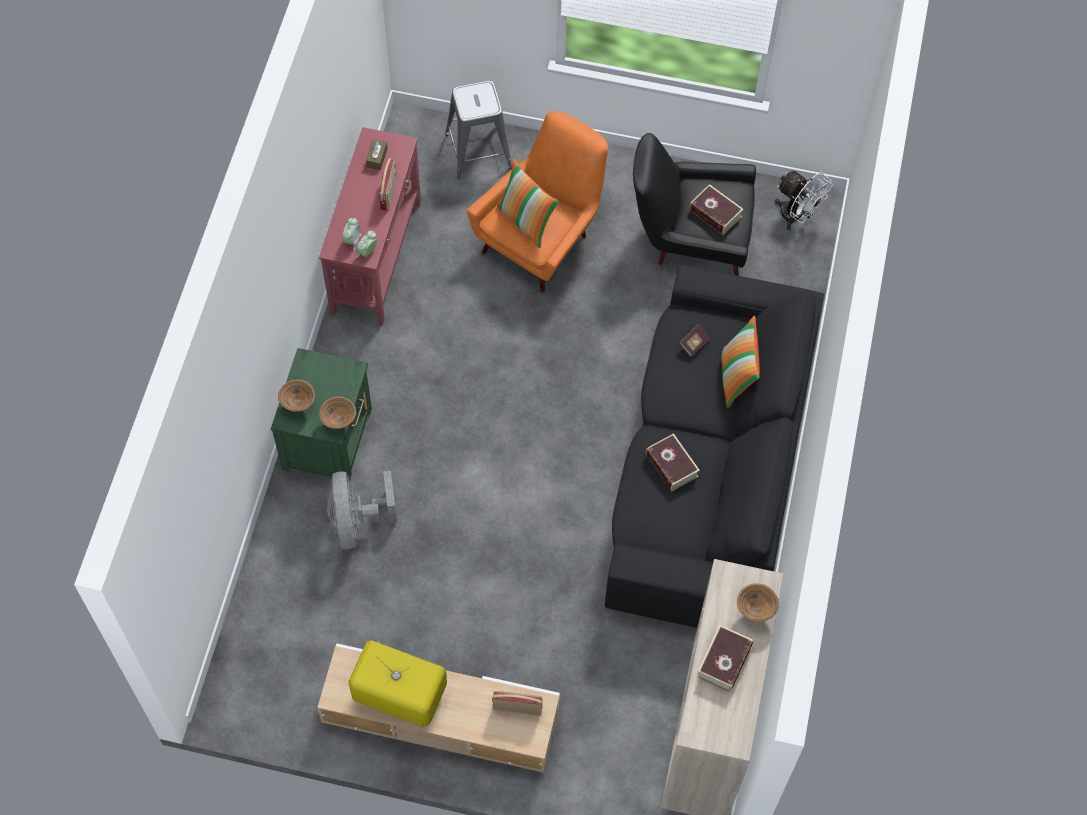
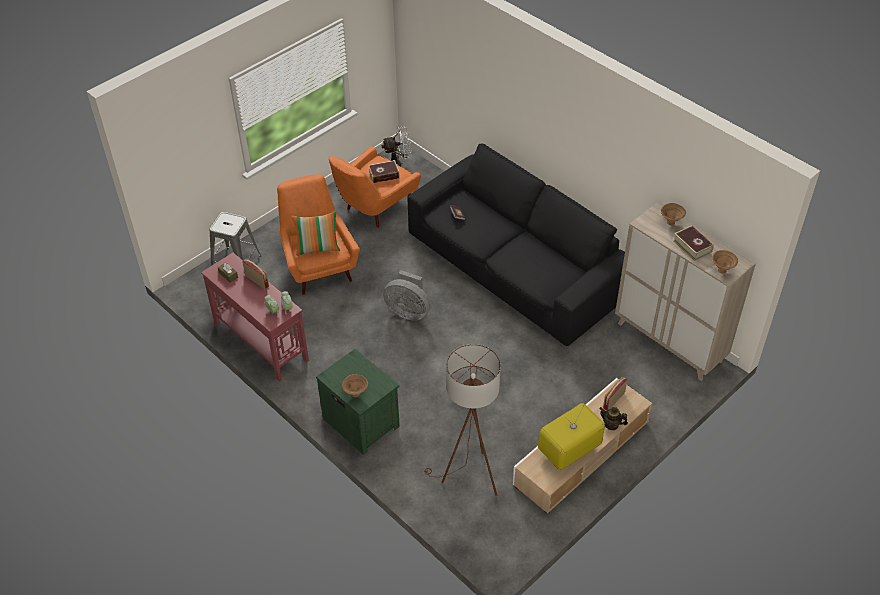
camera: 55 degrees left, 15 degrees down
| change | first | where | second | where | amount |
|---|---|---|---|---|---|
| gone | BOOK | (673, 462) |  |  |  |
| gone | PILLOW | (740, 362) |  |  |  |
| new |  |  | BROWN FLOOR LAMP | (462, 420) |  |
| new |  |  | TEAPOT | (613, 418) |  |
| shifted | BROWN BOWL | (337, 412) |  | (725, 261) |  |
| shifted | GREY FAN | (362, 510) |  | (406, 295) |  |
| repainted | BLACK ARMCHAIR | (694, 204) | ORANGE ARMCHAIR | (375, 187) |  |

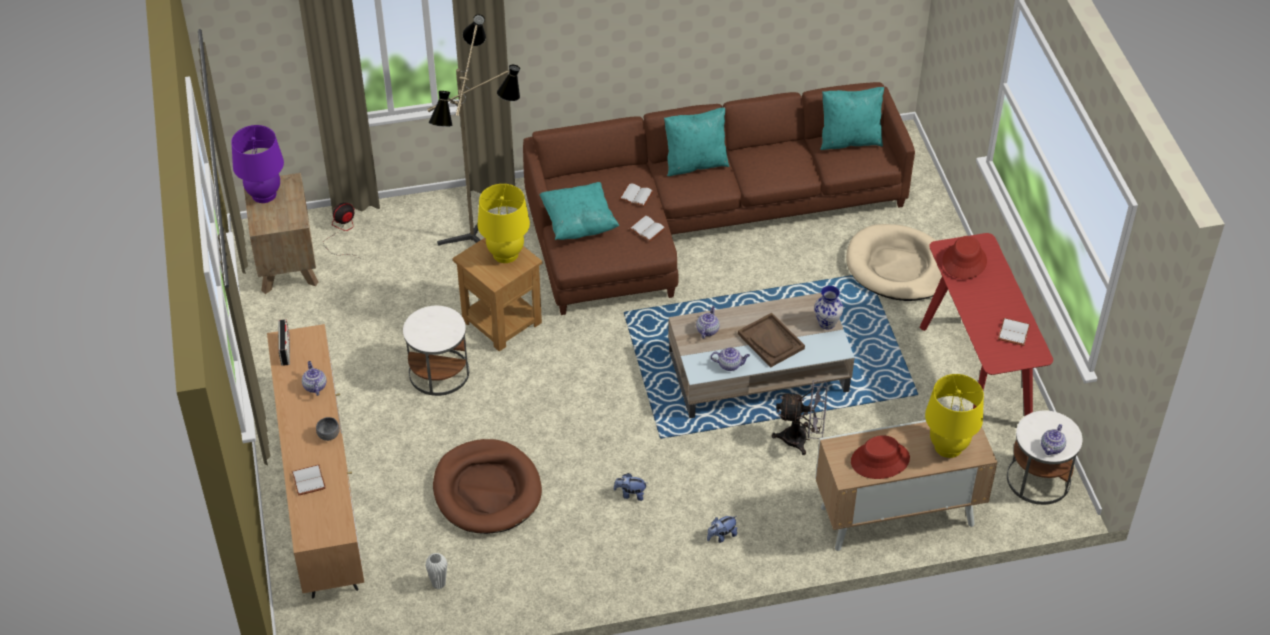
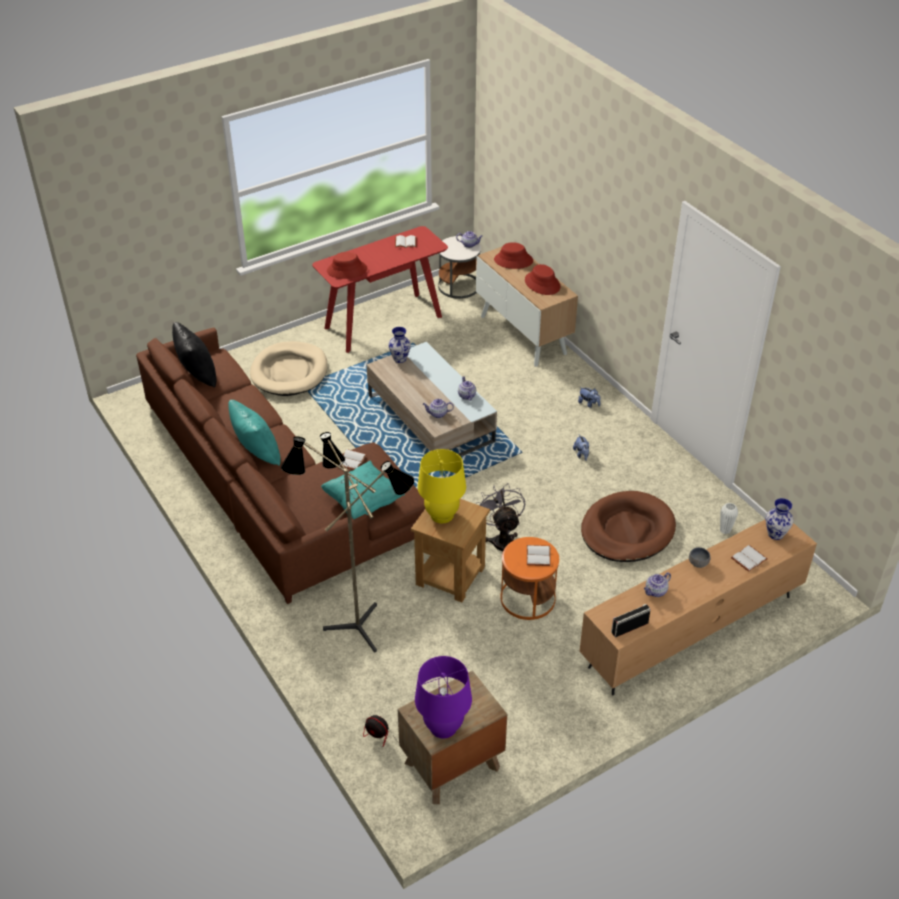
camera: 110 degrees left, 5 degrees down
| change | first | where | second | where | amount |
|---|---|---|---|---|---|
| gone | BROWN TRAY | (771, 340) |  |  |  |
| new |  |  | VASE | (780, 519) |  |
| shifted | WHITE BOOK | (636, 195) |  | (539, 555) |  |
| shifted | GREY FAN | (799, 417) |  | (500, 517) |  |
| swapped | YELLOW TABLE LAMP | (954, 416) | RED HAT | (513, 255) |  |
| repainted | WHITE SIDE TABLE | (436, 351) | ORANGE SIDE TABLE | (530, 578) |  |
| repainted | TURQUOISE PILLOW | (852, 118) | BLACK PILLOW | (194, 355) |  |

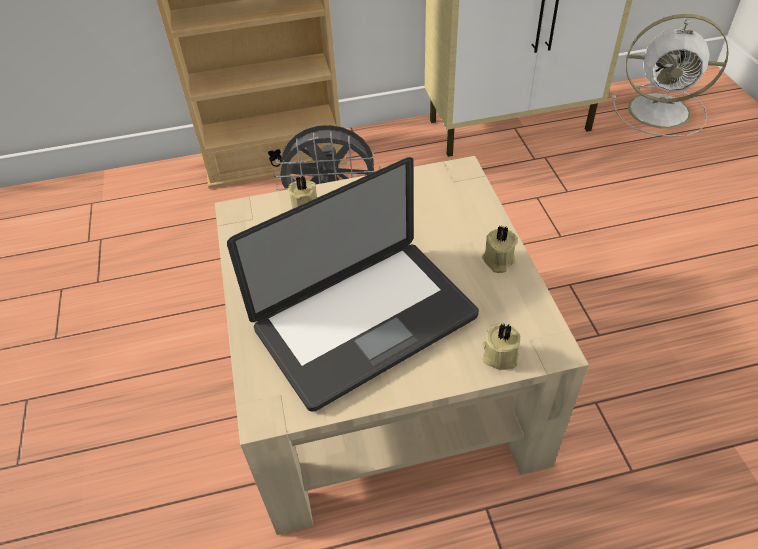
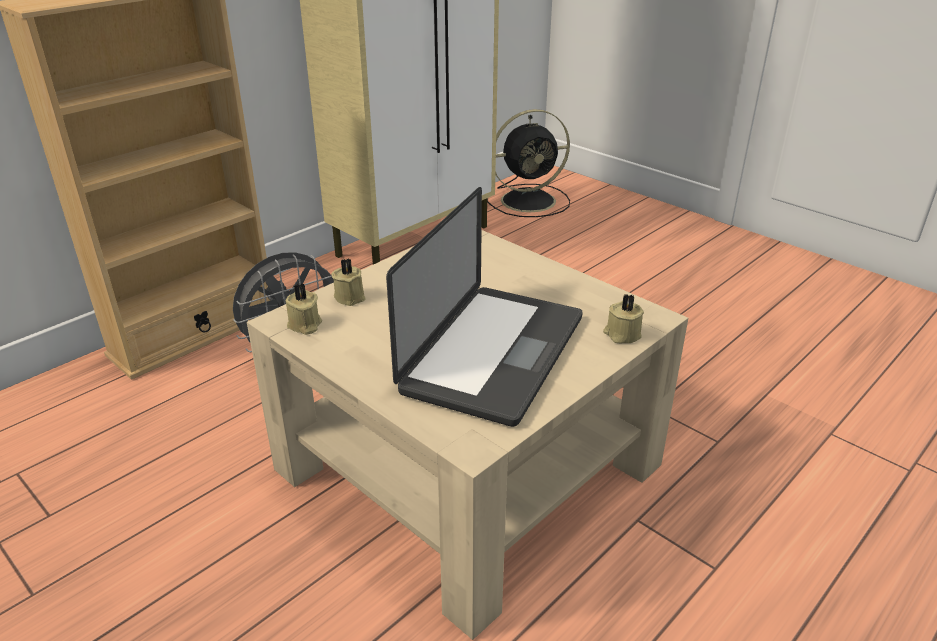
camera: 35 degrees left, 15 degrees down
| change | first | where | second | where | amount |
|---|---|---|---|---|---|
| shifted | BEIGE CANDLE | (500, 249) |  | (304, 309) |  |
| repainted | WHITE FAN | (670, 75) | BLACK FAN | (528, 163) |  |

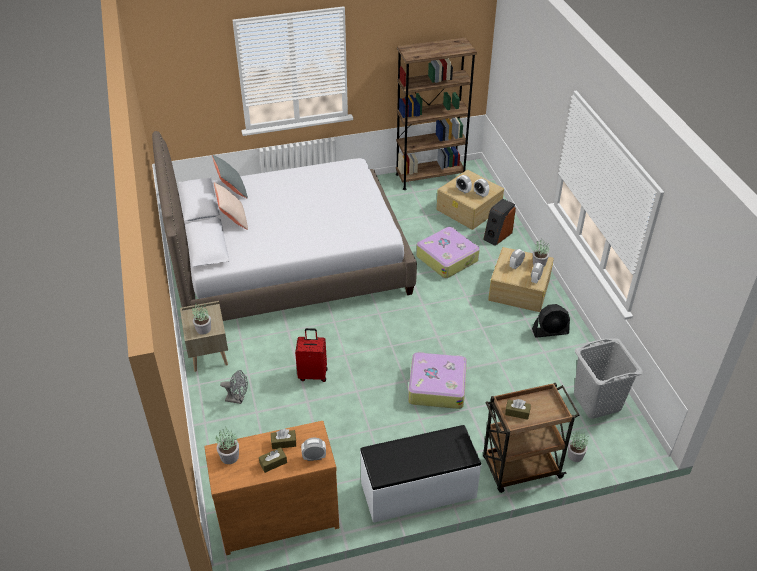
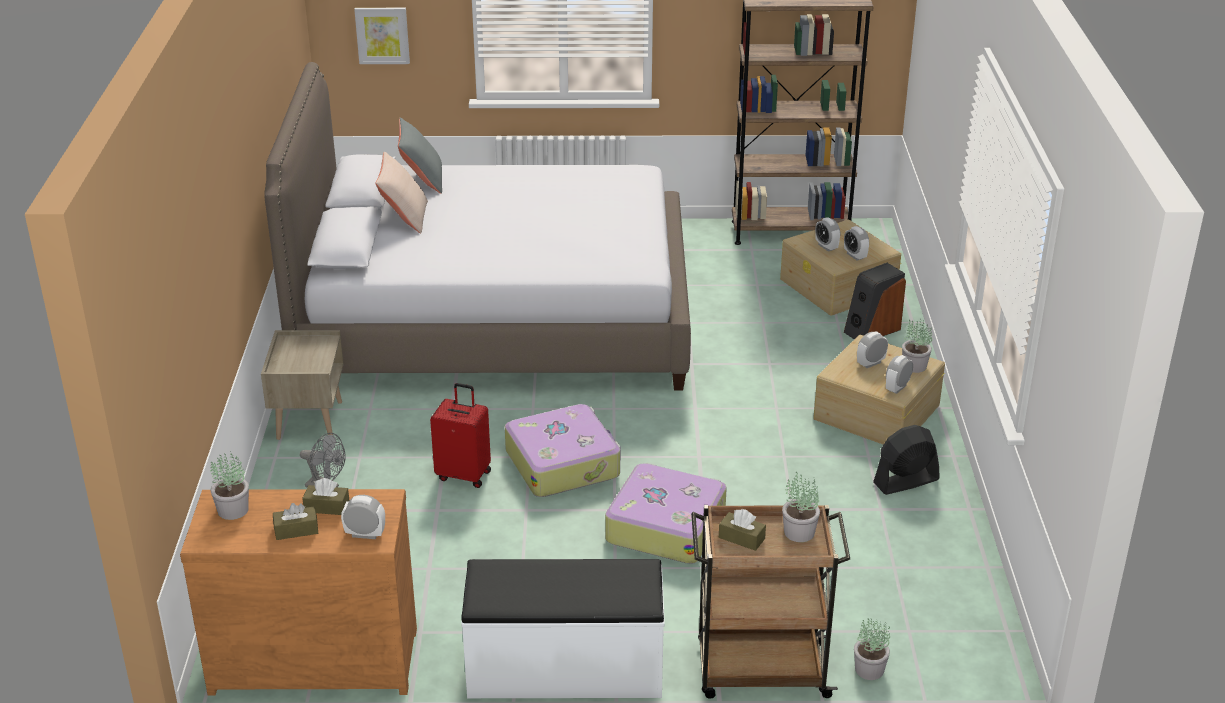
camera: 15 degrees right, 10 degrees down
| change | first | where | second | where | amount |
|---|---|---|---|---|---|
| gone | GREY LAUNDRY BASKET | (608, 378) |  |  |  |
| new |  |  | PICTURE | (382, 36) |  |
| shifted | POTTED PLANT | (201, 319) |  | (801, 506) |  |
| shifted | SUITCASE | (448, 252) |  | (563, 450) |  |
| rotated | BLACK FAN | (551, 321) |  | (906, 460) | 150 degrees clockwise |

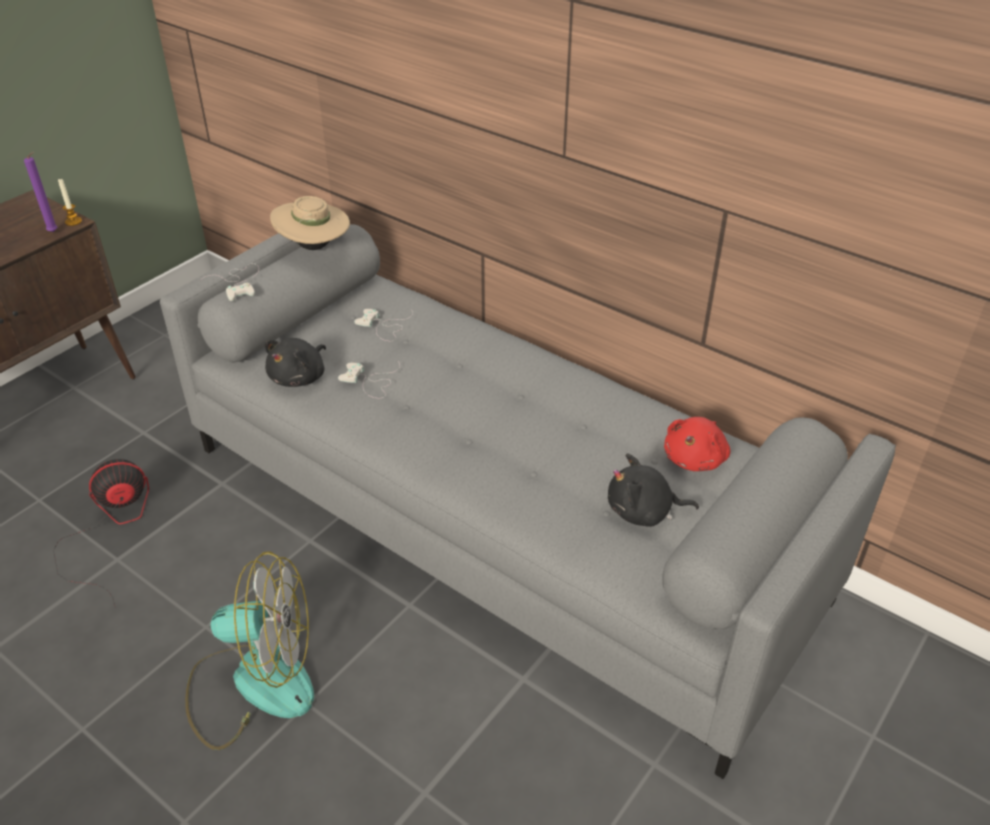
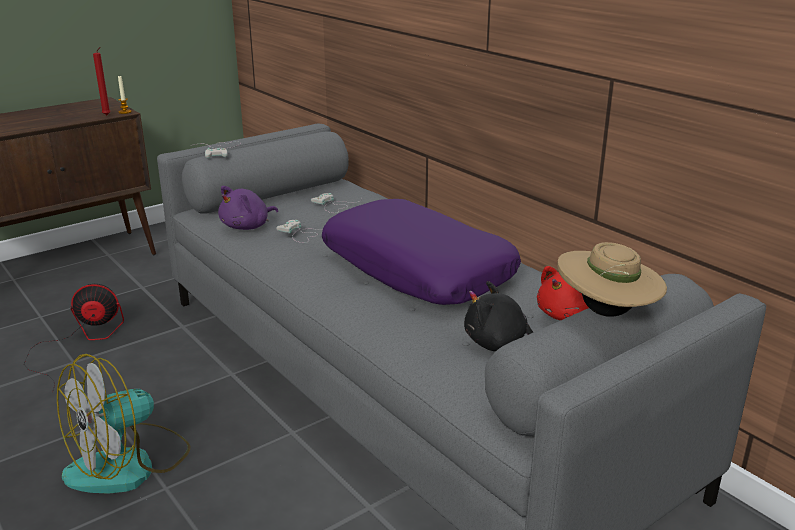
camera: 15 degrees right, 15 degrees down
| change | first | where | second | where | amount |
|---|---|---|---|---|---|
| new |  |  | PURPLE PILLOW | (421, 252) |  |
| shifted | BEIGE HAT | (310, 223) |  | (612, 279) |  |
| repainted | PURPLE CANDLE | (41, 192) | RED CANDLE | (102, 81) |  |
| repainted | BLACK PLUSH TOY | (295, 362) | PURPLE PLUSH TOY | (248, 208) |  |
| rotated | FAN | (249, 650) |  | (123, 424) | 120 degrees clockwise |

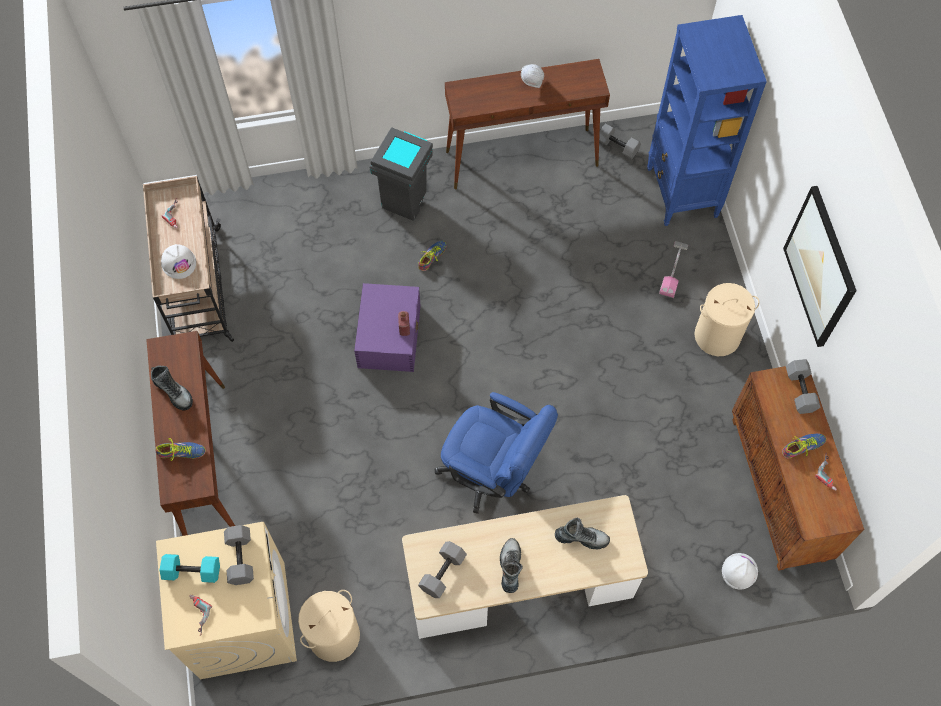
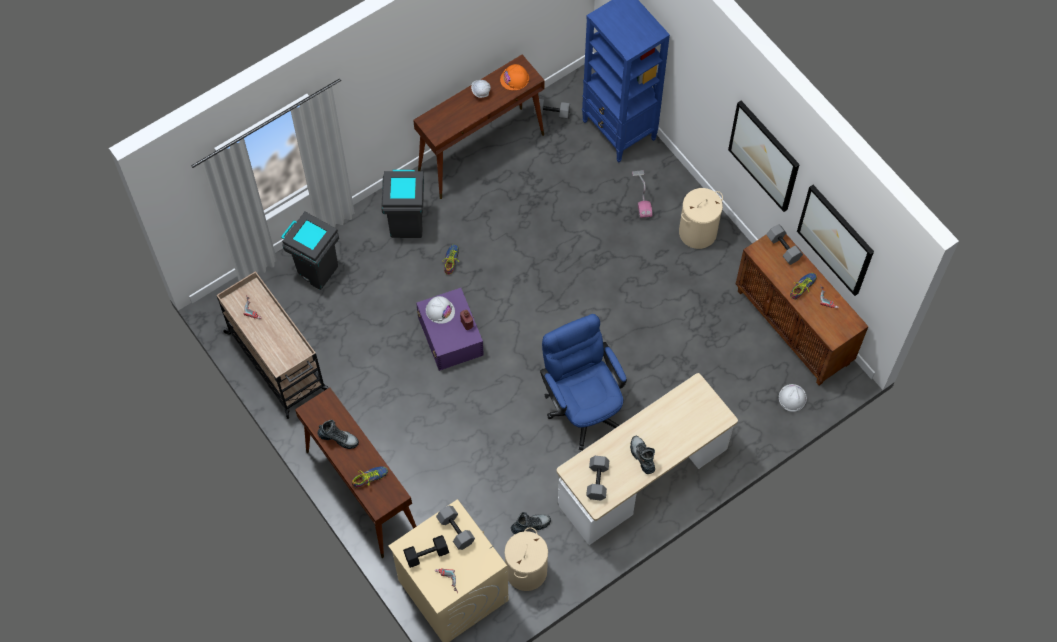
camera: 25 degrees left, 0 degrees up
| change | first | where | second | where | amount |
|---|---|---|---|---|---|
| new |  |  | GREY TRASH CAN | (310, 251) |  |
| new |  |  | ORANGE HARD HAT | (514, 77) |  |
| new |  |  | PICTURE | (835, 240) |  |
| shifted | WHITE HARD HAT | (178, 261) |  | (440, 310) |  |
| shifted | BOOT | (582, 533) |  | (531, 523) |  |
| repainted | TURQUOISE DUMBBELL | (190, 568) | BLACK DUMBBELL | (426, 551) |  |
| rotated | BLUE OFFICE CHAIR | (496, 453) |  | (583, 382) | 120 degrees counterclockwise |

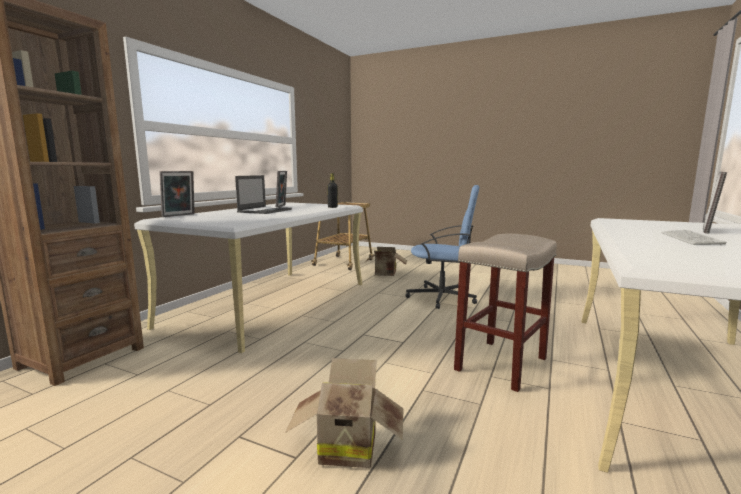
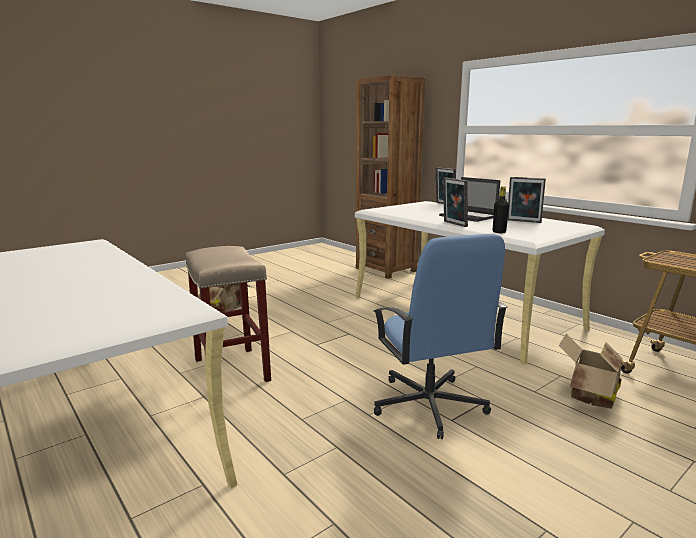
camera: 115 degrees right, 5 degrees up
| change | first | where | second | where | amount |
|---|---|---|---|---|---|
| gone | KEYBOARD | (693, 237) |  |  |  |
| shifted | PICTURE FRAME | (715, 203) |  | (455, 202) |  |
| rotated | BLUE OFFICE CHAIR | (443, 247) |  | (440, 336) | 60 degrees counterclockwise |

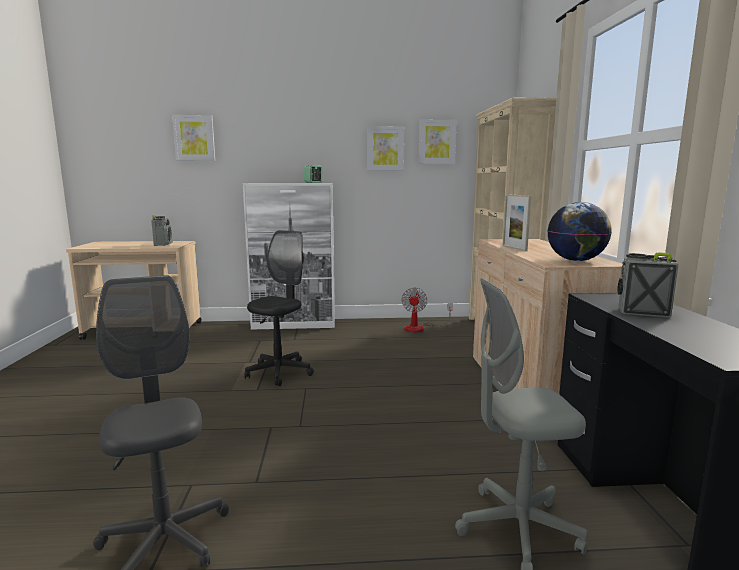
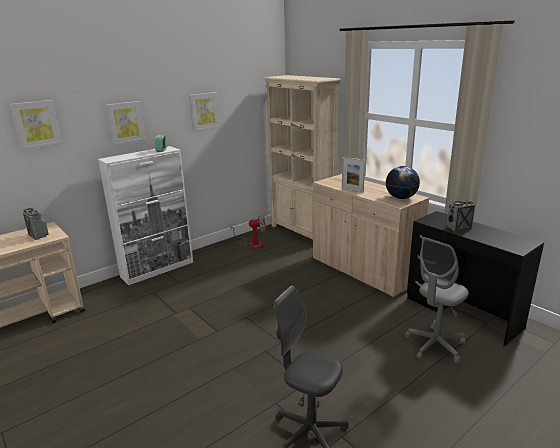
camera: 35 degrees left, 10 degrees up
| change | first | where | second | where | amount |
|---|---|---|---|---|---|
| gone | BLACK OFFICE CHAIR | (279, 308) |  |  |  |
| shifted | PICTURE | (437, 142) |  | (126, 123) |  |
| rotated | FAN | (427, 310) |  | (248, 231) | 75 degrees counterclockwise |

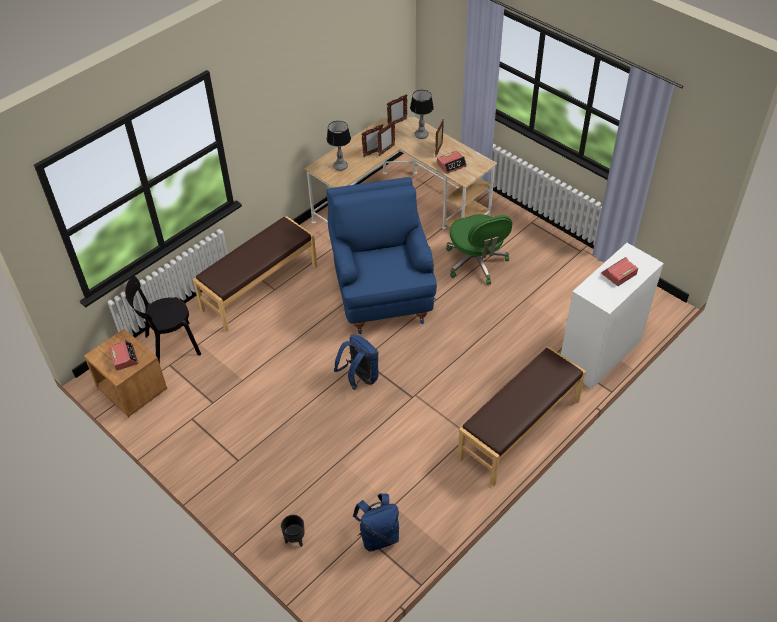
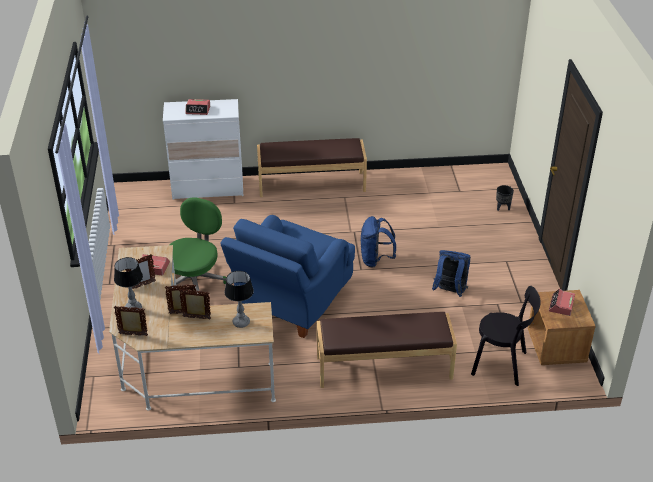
camera: 140 degrees left, 10 degrees down
| change | first | where | second | where | amount |
|---|---|---|---|---|---|
| shifted | BLUE BACKPACK | (376, 522) |  | (451, 273) |  |

